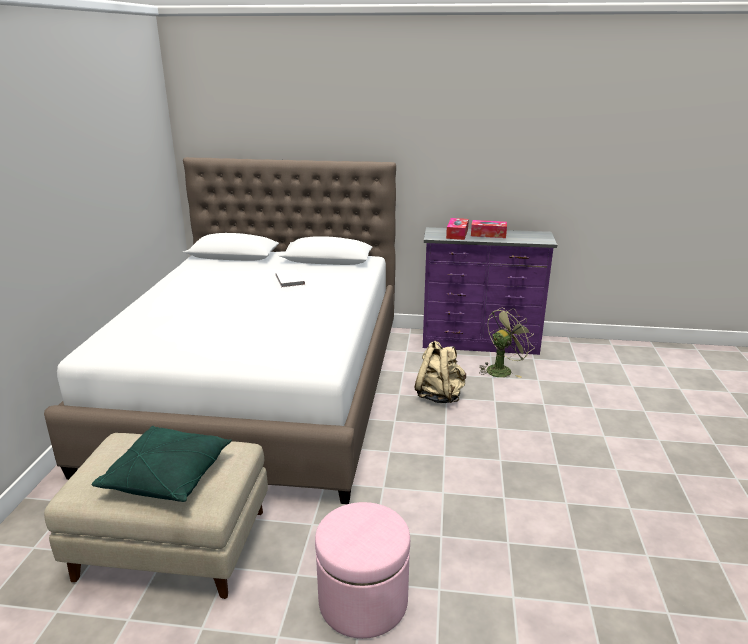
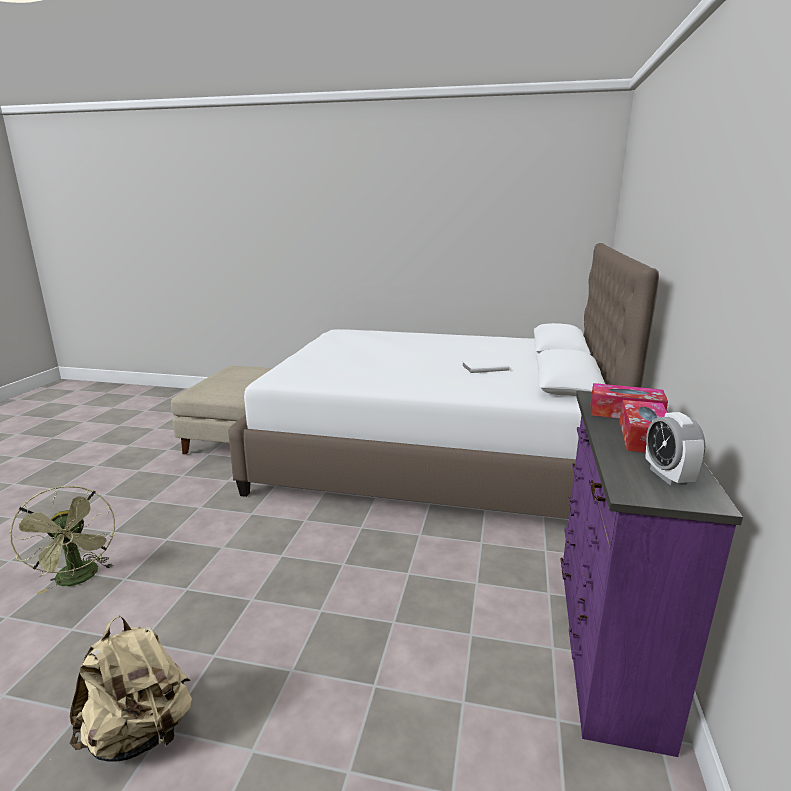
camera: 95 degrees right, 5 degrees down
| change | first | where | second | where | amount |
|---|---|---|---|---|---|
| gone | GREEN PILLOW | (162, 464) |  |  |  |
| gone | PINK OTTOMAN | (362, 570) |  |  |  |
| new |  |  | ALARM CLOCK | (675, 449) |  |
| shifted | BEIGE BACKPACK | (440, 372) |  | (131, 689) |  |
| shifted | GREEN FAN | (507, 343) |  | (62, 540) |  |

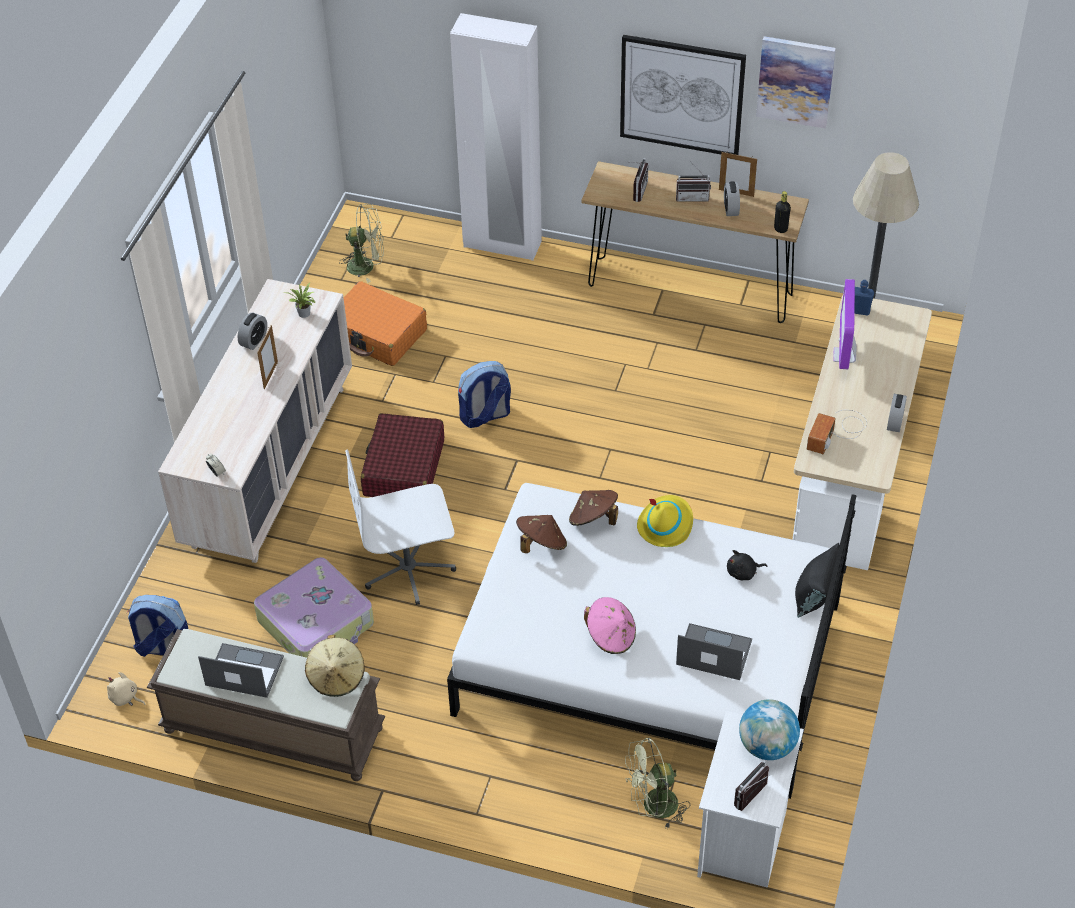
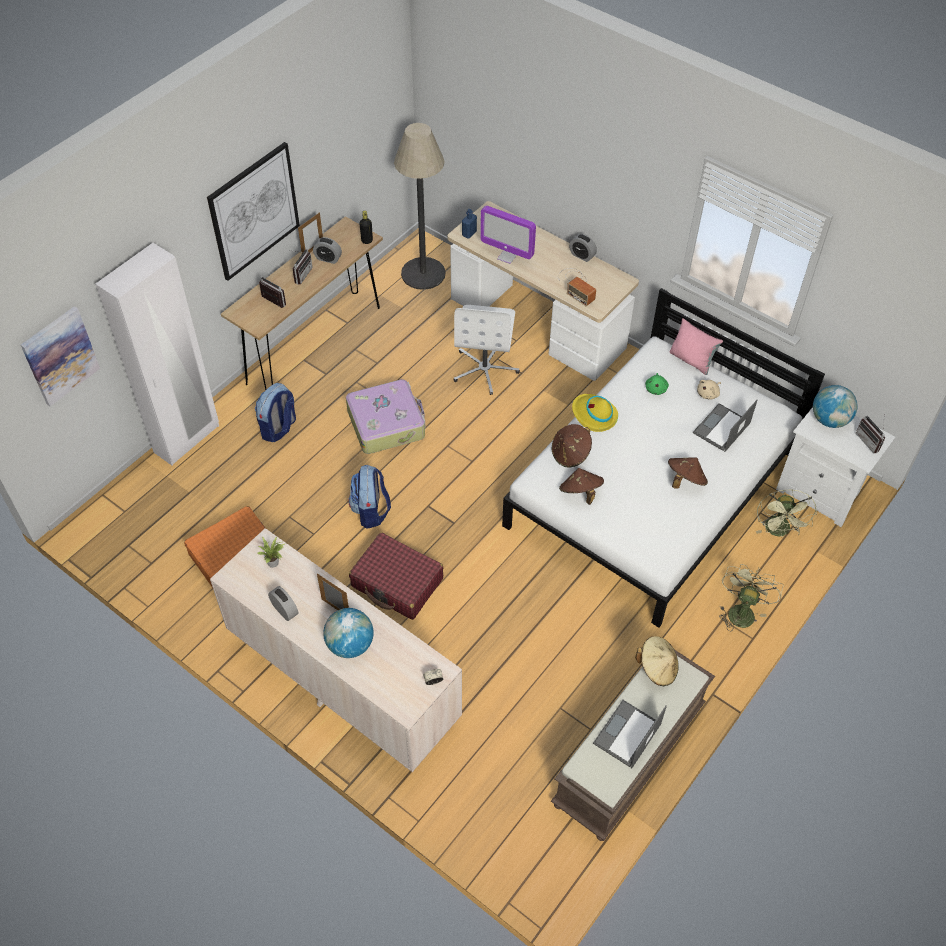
camera: 70 degrees left, 5 degrees up
| change | first | where | second | where | amount |
|---|---|---|---|---|---|
| new |  |  | GLOBE | (348, 633) |  |
| shifted | BEIGE PLUSH TOY | (126, 689) |  | (709, 390) |  |
| shifted | BACKPACK | (157, 626) |  | (275, 412) |  |
| shifted | SUITCASE | (314, 607) |  | (385, 416) |  |
| shifted | GREEN FAN | (361, 243) |  | (751, 598) |  |
| shifted | WHITE OFFICE CHAIR | (400, 527) |  | (486, 350) |  |
| shifted | PICTURE | (796, 82) |  | (60, 356) |  |
| repainted | PINK HAT | (610, 625) | BROWN HAT | (688, 473) |  |
| repainted | BLACK PLUSH TOY | (747, 565) | GREEN PLUSH TOY | (657, 384) |  |
| repainted | BLACK PILLOW | (817, 580) | PINK PILLOW | (696, 346) |  |

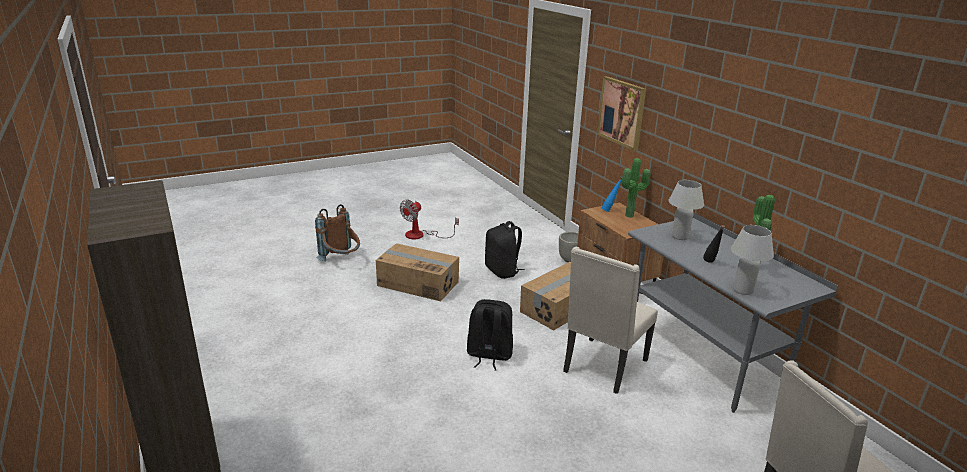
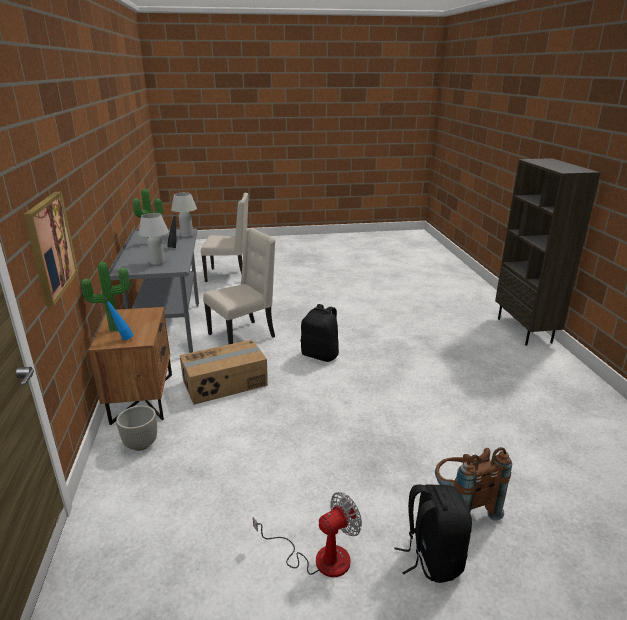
camera: 160 degrees left, 0 degrees up
| change | first | where | second | where | amount |
|---|---|---|---|---|---|
| gone | CARDBOARD BOX | (417, 272) |  |  |  |
| shifted | BLACK BACKPACK | (505, 250) |  | (433, 533) |  |

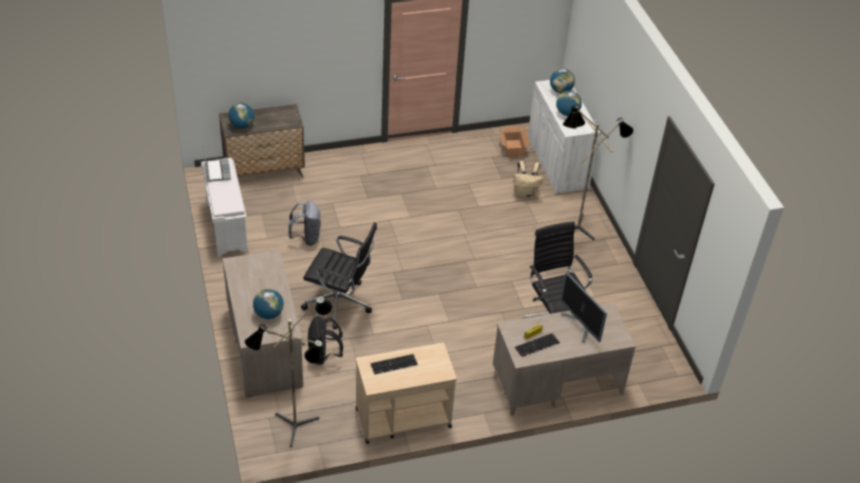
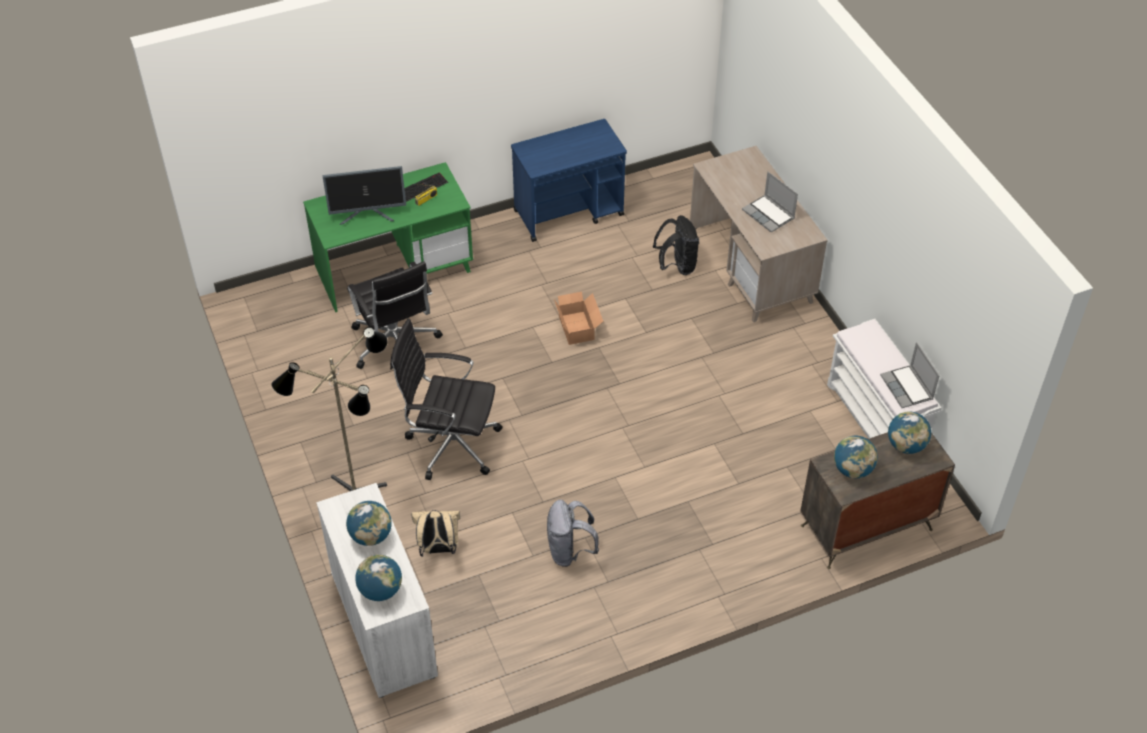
camera: 175 degrees right, 5 degrees up
| change | first | where | second | where | amount |
|---|---|---|---|---|---|
| gone | FLOOR LAMP | (288, 371) |  |  |  |
| gone | KEYBOARD | (394, 364) |  |  |  |
| new |  |  | LAPTOP | (770, 202) |  |
| shifted | GLOBE | (268, 304) |  | (856, 457) |  |
| shifted | GREY BACKPACK | (305, 223) |  | (573, 533) |  |
| shifted | BLACK OFFICE CHAIR | (339, 275) |  | (446, 399) |  |
| shifted | CARDBOARD BOX | (514, 141) |  | (578, 318) |  |
| repainted | BEIGE CART | (406, 393) | BLUE CART | (569, 180) |  |
| repainted | BEIGE DESK | (564, 359) | GREEN DESK | (388, 237) |  |
| rotated | MONITOR | (584, 307) |  | (364, 195) | 120 degrees clockwise |

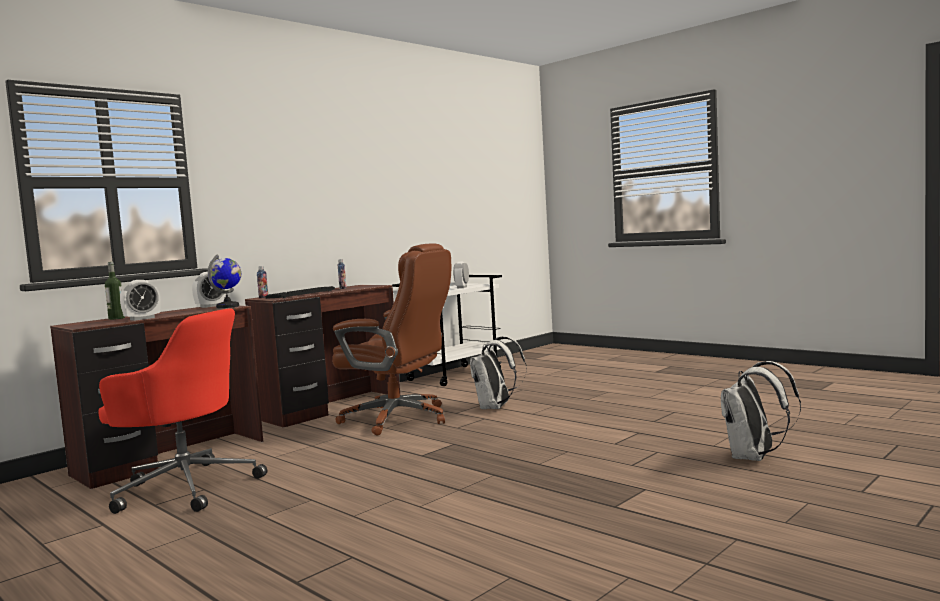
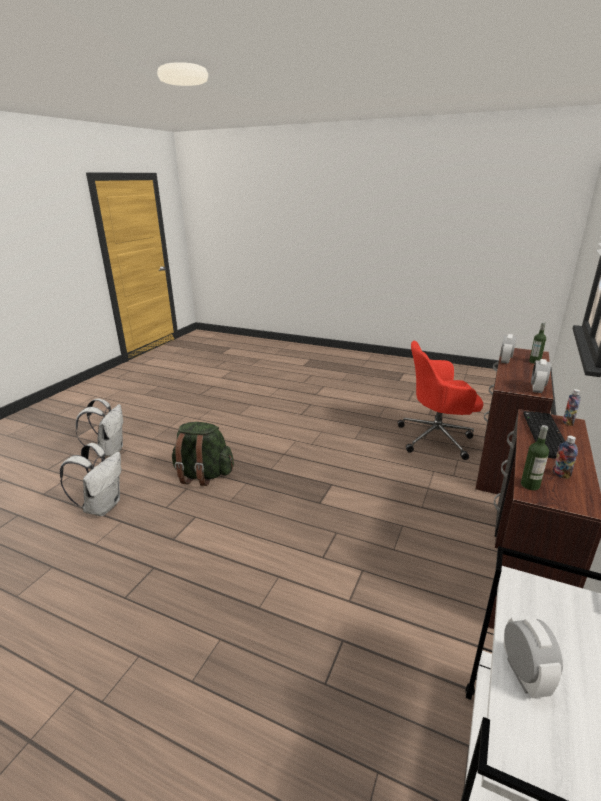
camera: 160 degrees right, 20 degrees up
| change | first | where | second | where | amount |
|---|---|---|---|---|---|
| gone | GLOBE | (224, 281) |  |  |  |
| gone | BROWN OFFICE CHAIR | (391, 339) |  |  |  |
| new |  |  | GREEN BACKPACK | (203, 454) |  |
| new |  |  | BOTTLE | (535, 457) |  |
| shifted | WHITE BACKPACK | (498, 372) |  | (99, 427) |  |

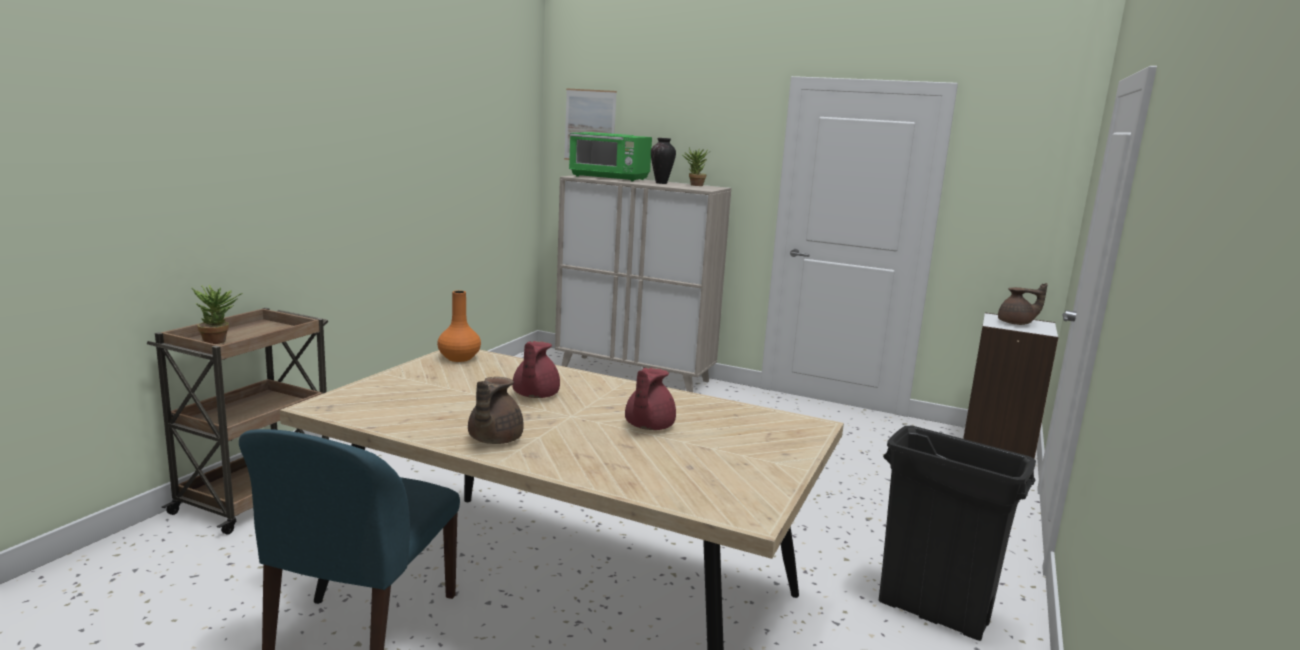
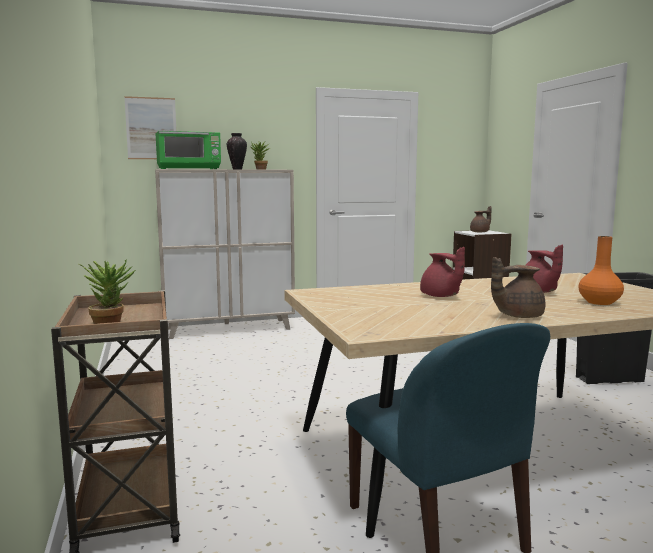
camera: 40 degrees left, 5 degrees down
| change | first | where | second | where | amount |
|---|---|---|---|---|---|
| shifted | ORANGE VASE | (459, 326) |  | (601, 270) |  |
| rotated | BROWN TEAPOT | (496, 410) |  | (518, 287) | 105 degrees clockwise |

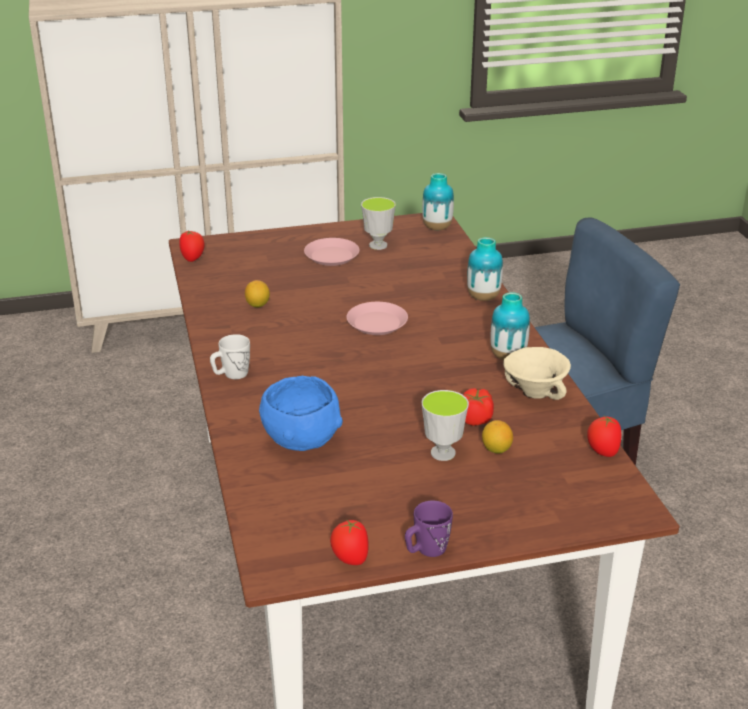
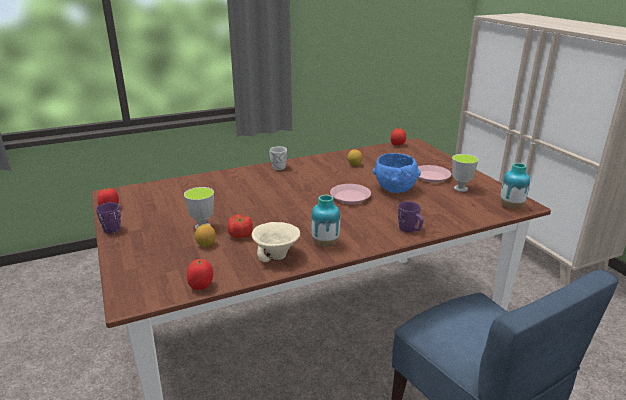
camera: 80 degrees right, 5 degrees down
| change | first | where | second | where | amount |
|---|---|---|---|---|---|
| shifted | BLUE BOWL | (301, 413) |  | (397, 173) |  |
| swapped | VASE | (485, 269) | PURPLE MUG | (411, 217) |  |

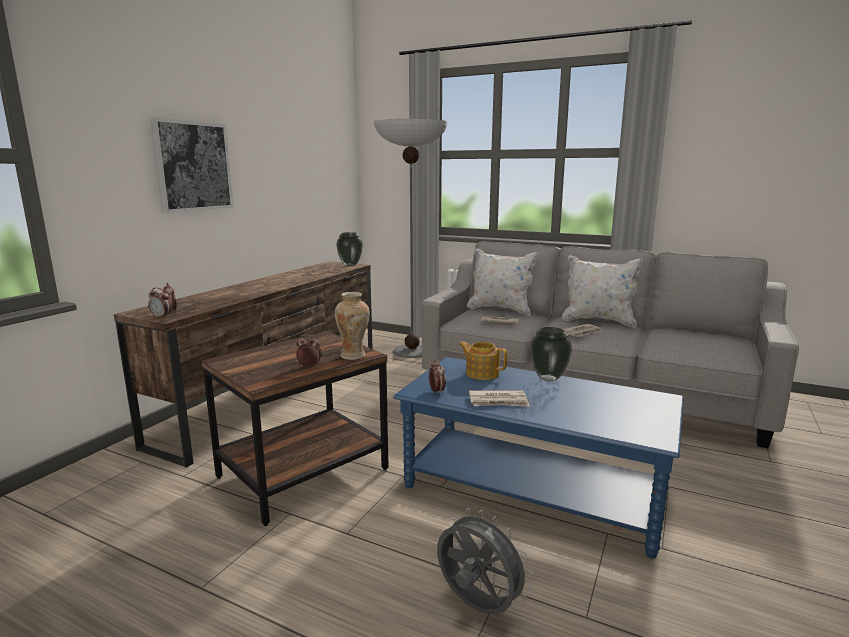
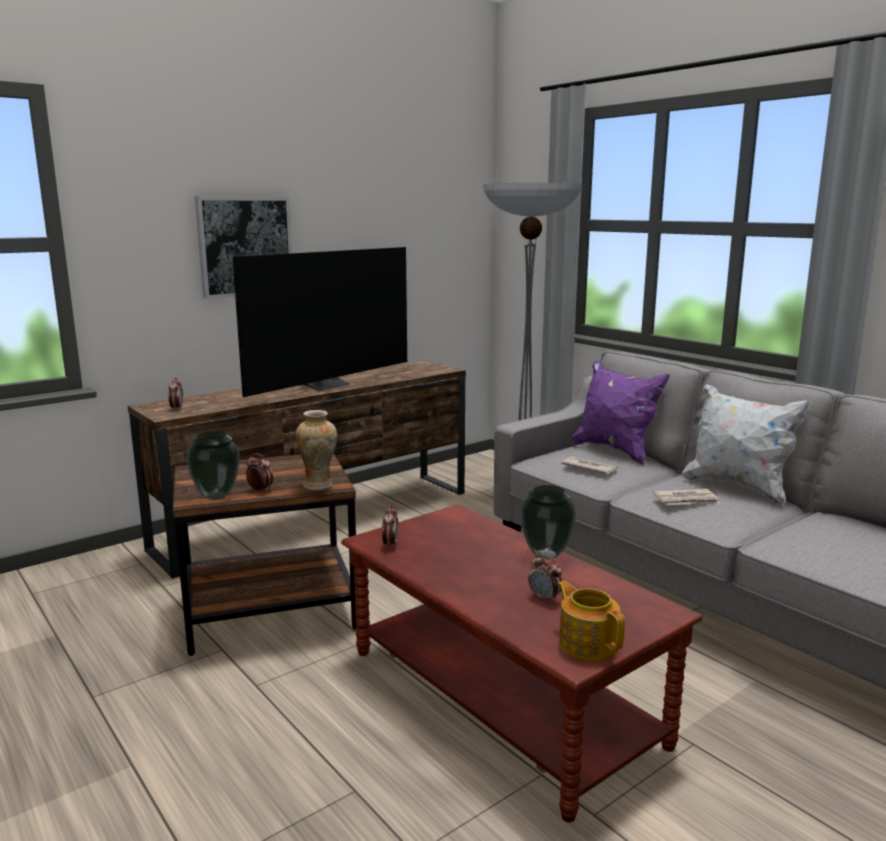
camera: 25 degrees right, 0 degrees up
| change | first | where | second | where | amount |
|---|---|---|---|---|---|
| gone | GREY FAN | (485, 561) |  |  |  |
| gone | NEWSPAPER | (499, 398) |  |  |  |
| new |  |  | TELEVISION | (320, 322) |  |
| shifted | ALARM CLOCK | (160, 303) |  | (545, 579) |  |
| shifted | VASE | (349, 249) |  | (213, 465) |  |
| shifted | TEAPOT | (483, 360) |  | (591, 621) |  |
| repainted | BLUE COFFEE TABLE | (539, 458) | BROWN COFFEE TABLE | (522, 663) |  |
| repainted | WHITE PILLOW | (502, 282) | PURPLE PILLOW | (621, 413) |  |

